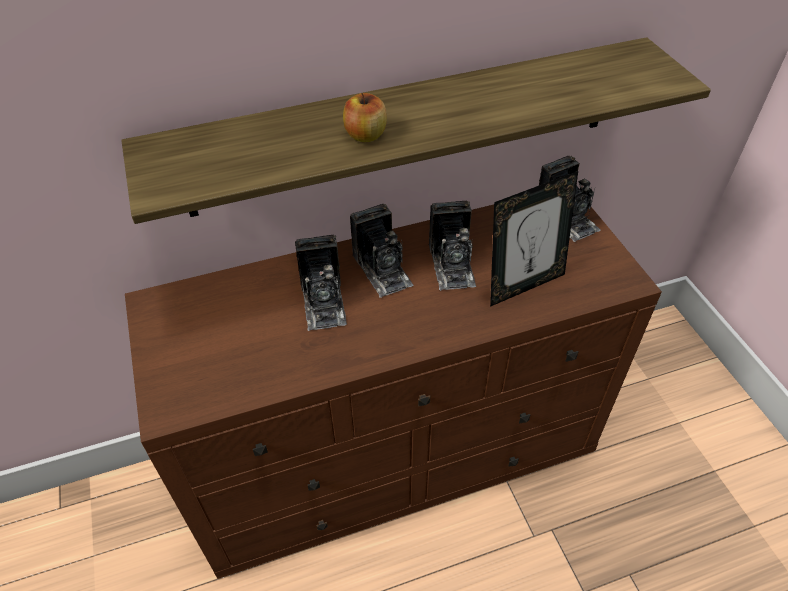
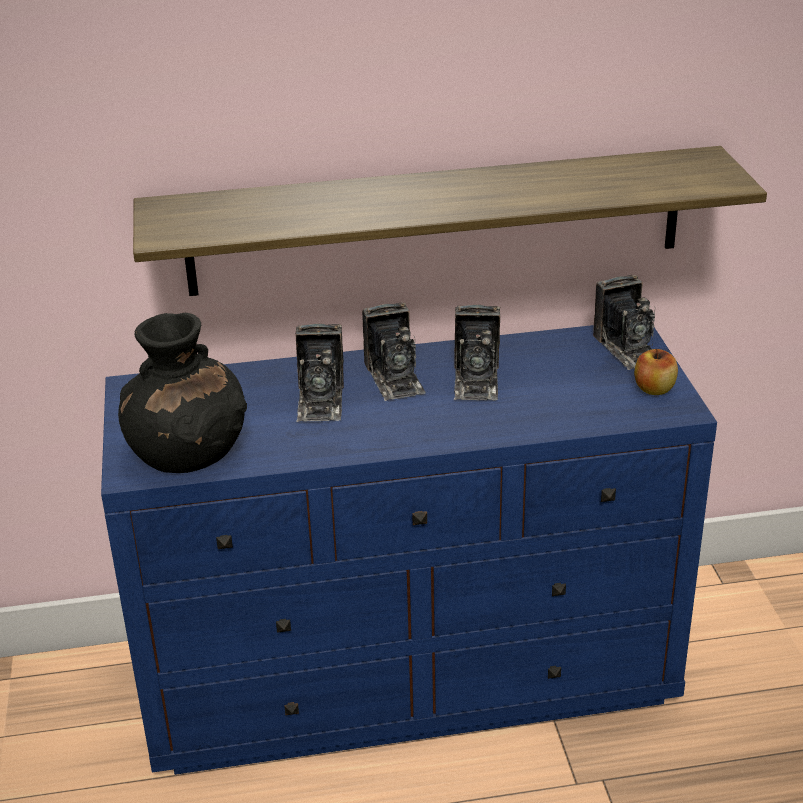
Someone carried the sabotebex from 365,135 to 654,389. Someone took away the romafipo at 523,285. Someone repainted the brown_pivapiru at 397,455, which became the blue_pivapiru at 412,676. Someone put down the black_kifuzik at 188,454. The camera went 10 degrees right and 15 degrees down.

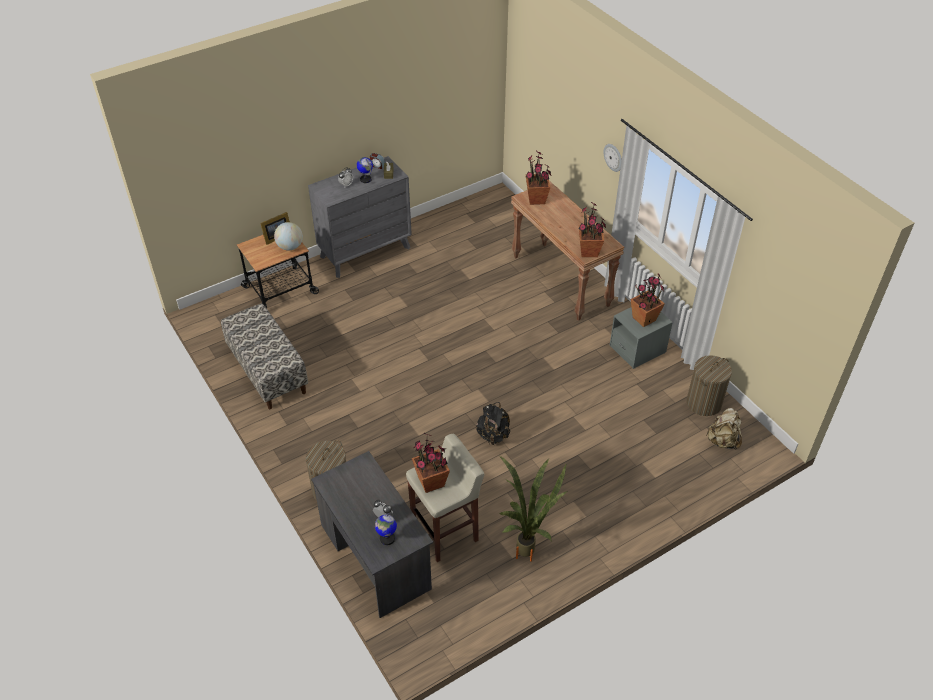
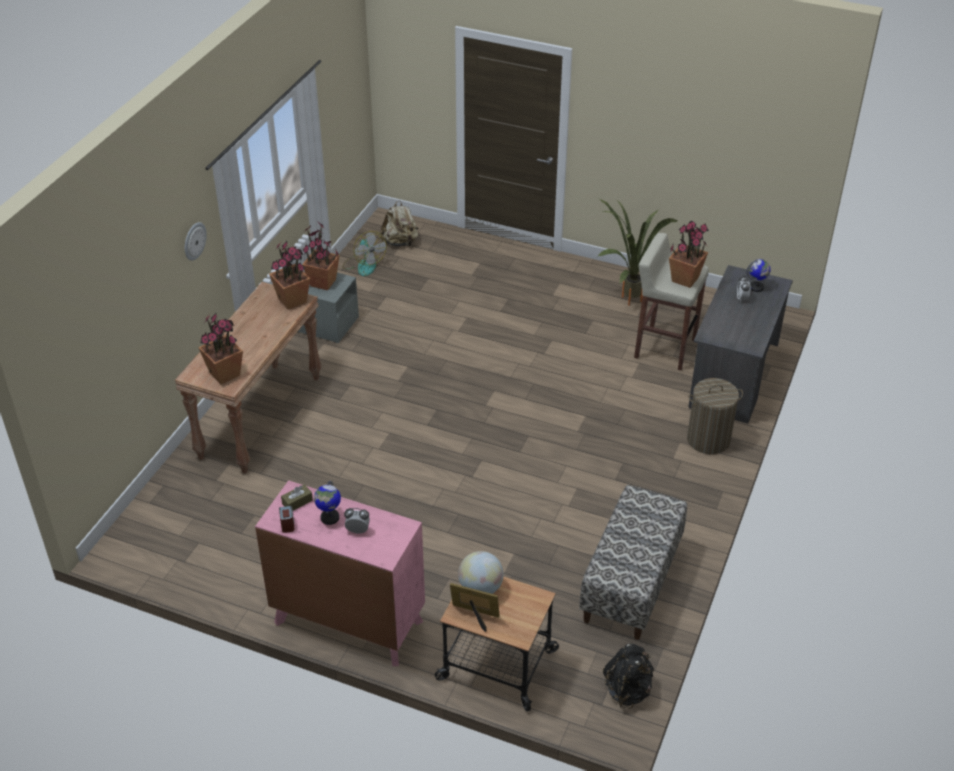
Someone repainted the grey_pivapiru at 365,252, which became the pink_pivapiru at 348,622. Someone swapped the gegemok at 703,403 for the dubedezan at 364,264. Someone carried the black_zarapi from 493,435 to 628,690. The camera went 125 degrees left and 5 degrees down.

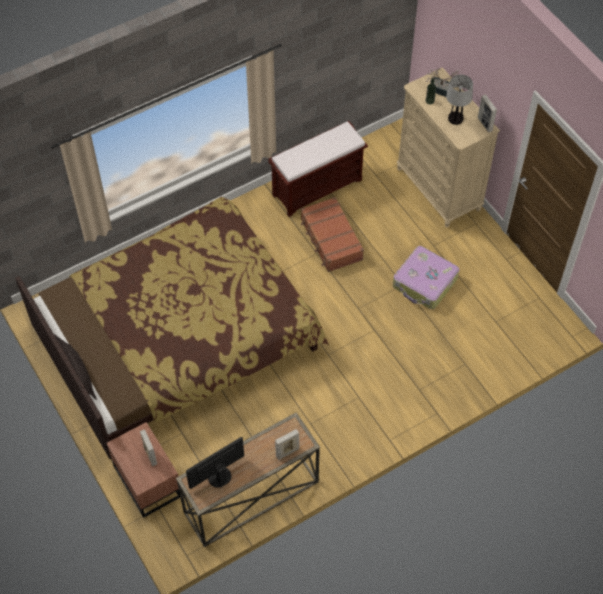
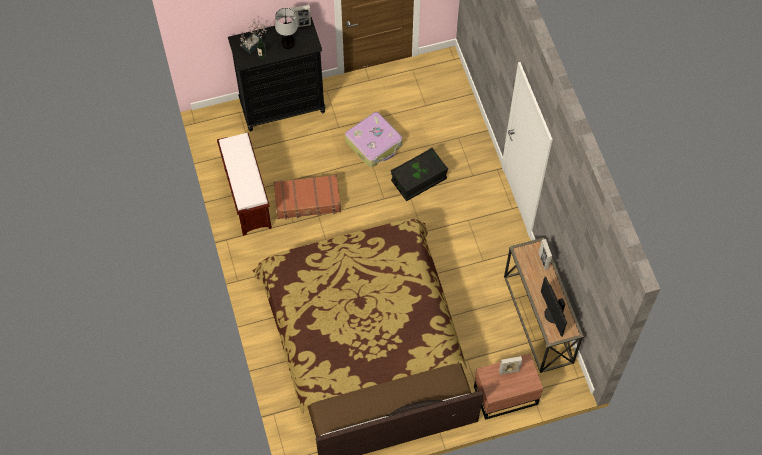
Someone repainted the beige_pivapiru at 438,189, which became the black_pivapiru at 282,107. Someone put down the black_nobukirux at 418,180. The camera went 75 degrees left and 5 degrees up.

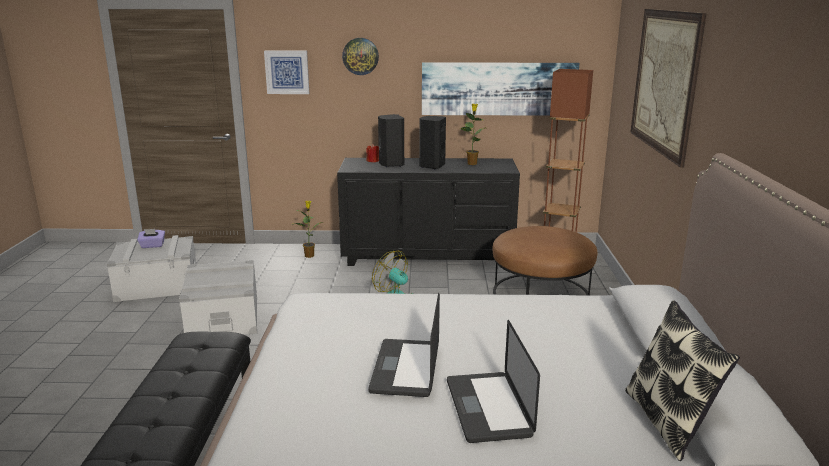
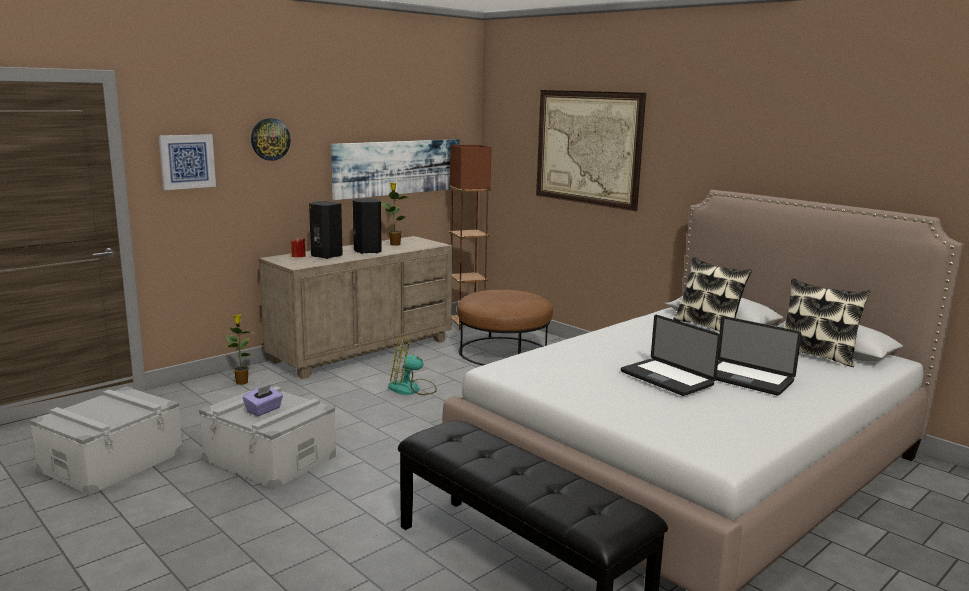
Someone repainted the black_pivapiru at 427,256, which became the beige_pivapiru at 362,351. Someone carried the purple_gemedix from 152,246 to 264,410. Someone put down the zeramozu at 708,326. The camera went 45 degrees left and 5 degrees down.

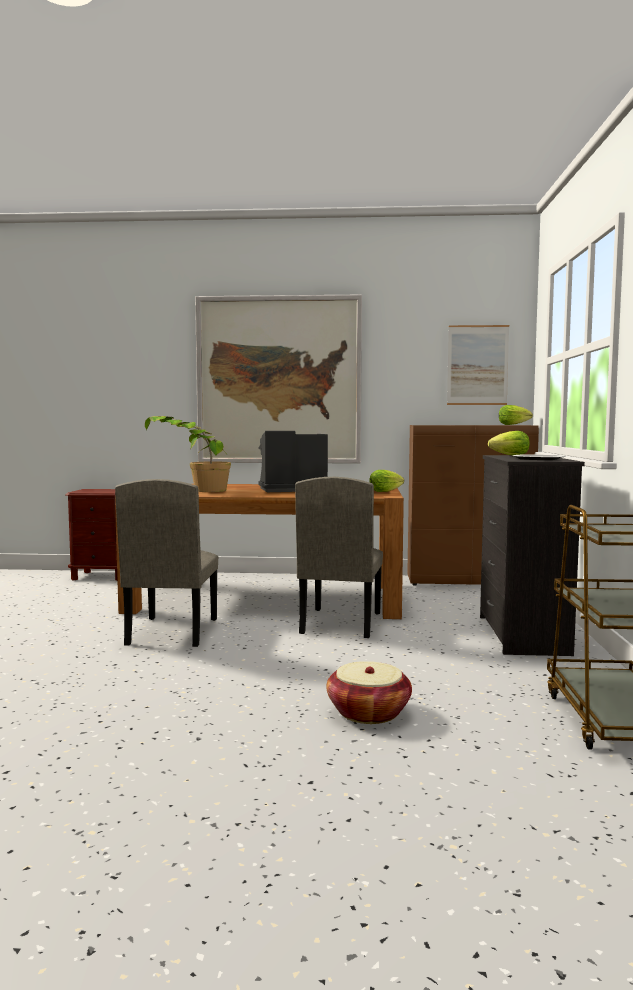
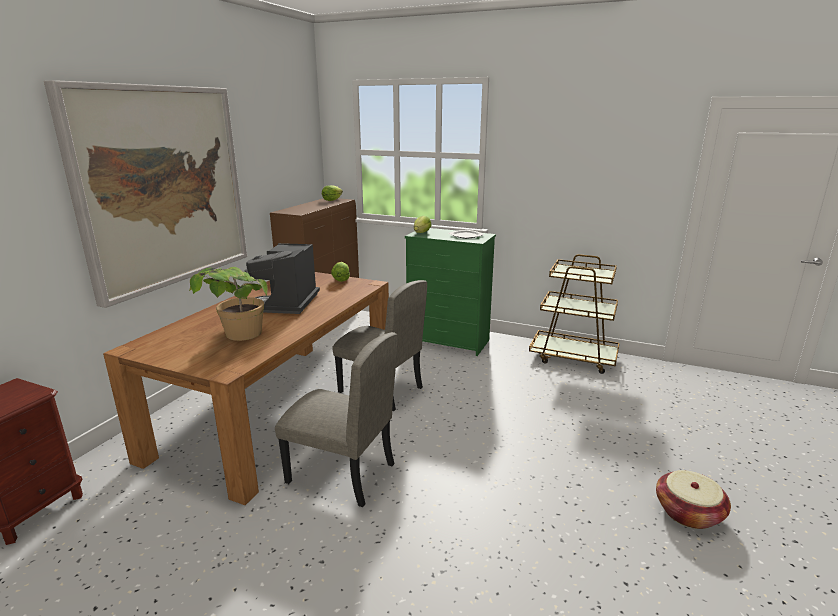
Someone took away the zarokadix at 477,365. Someone repainted the black_pivapiru at 522,635, which became the green_pivapiru at 448,342. Someone carried the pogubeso from 368,712 to 688,513. The camera went 70 degrees left and 15 degrees up.

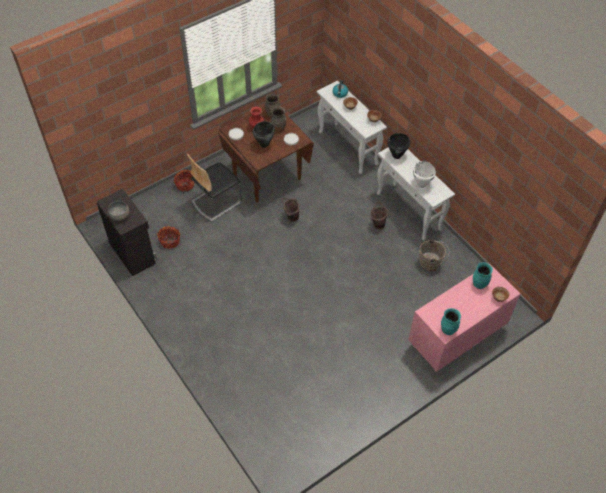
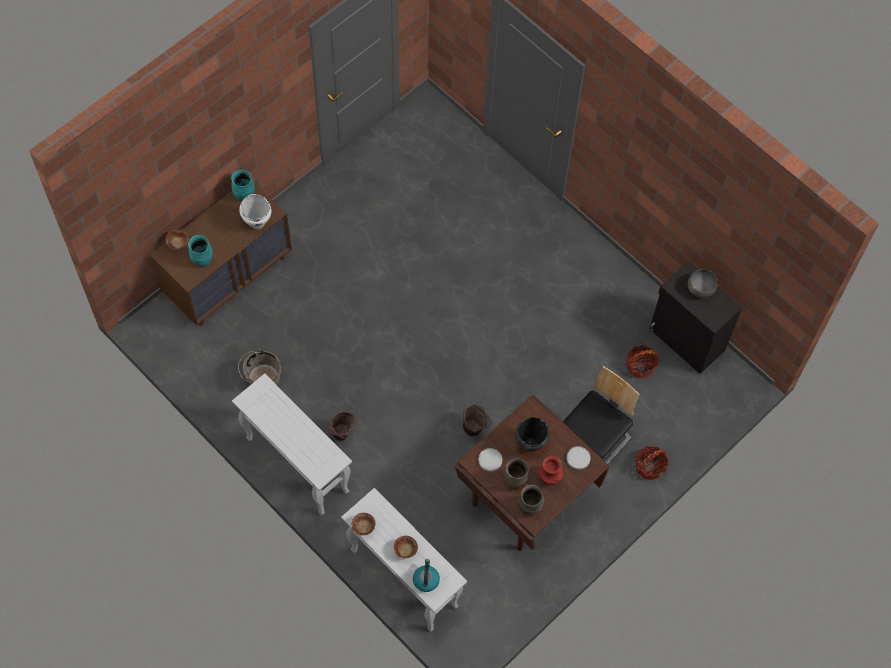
Someone took away the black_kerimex at 397,156. Someone carried the white_kerimex from 421,184 to 257,223. Someone repainted the pink_pivapiru at 456,337, which became the brown_pivapiru at 228,276. The camera went 170 degrees right and 10 degrees up.

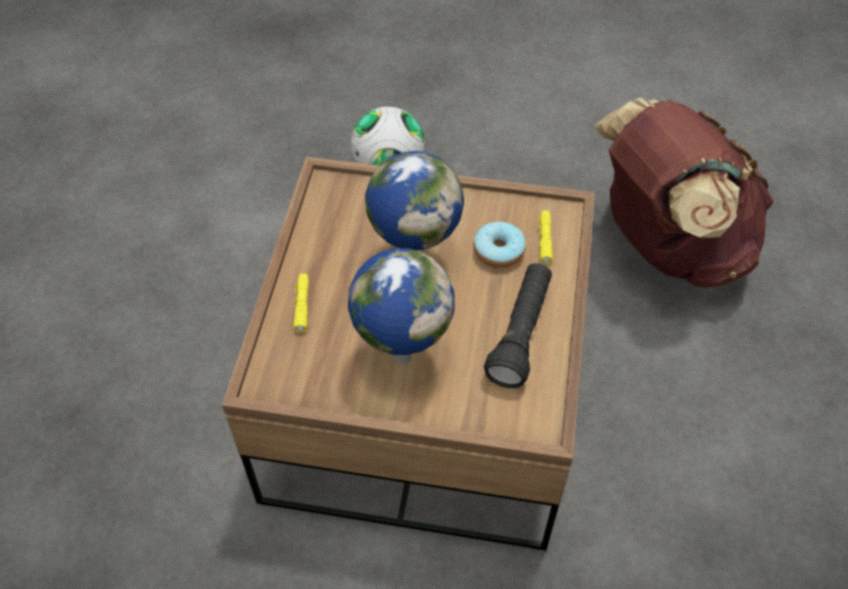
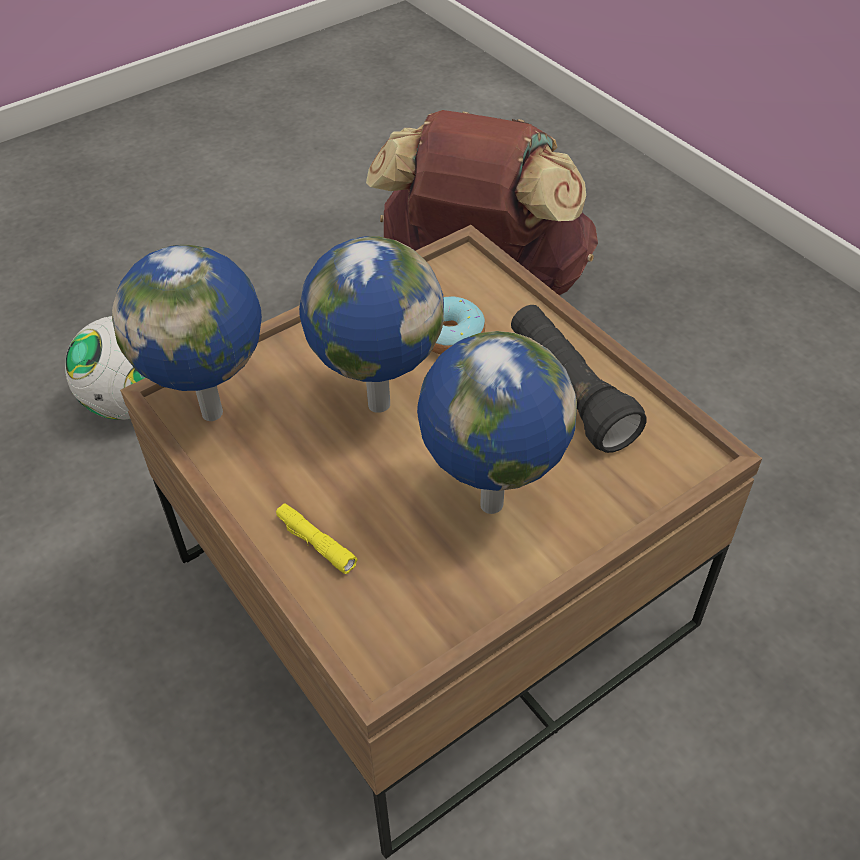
Someone took away the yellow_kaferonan at 544,240. Someone put down the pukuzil at 215,412. The camera went 45 degrees left and 5 degrees down.

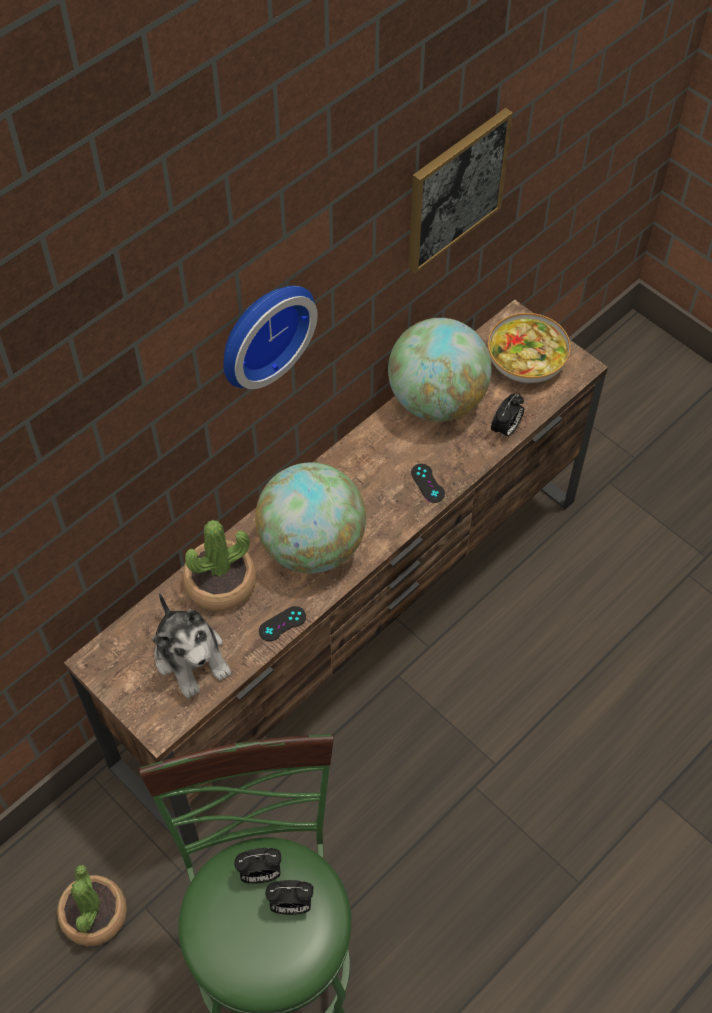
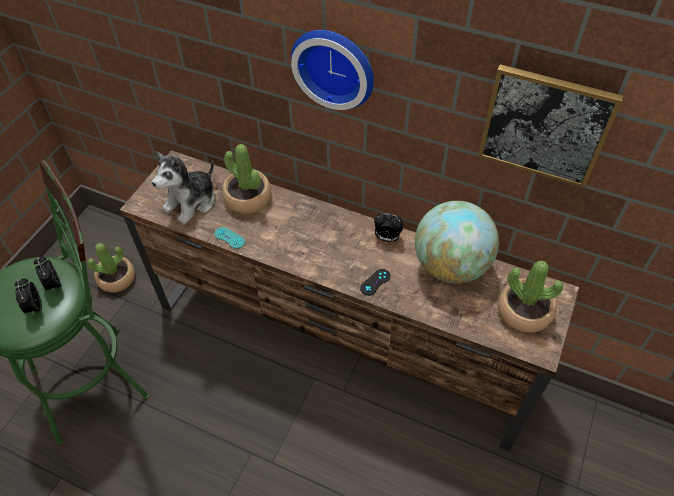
Someone swapped the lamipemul at 526,360 for the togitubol at 524,311. Someone carried the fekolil from 506,429 to 387,238. Someone took away the pukuzil at 312,546. Someone repainted the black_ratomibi at 282,624, which became the turquoise_ratomibi at 229,238. The camera went 70 degrees right and 5 degrees down.

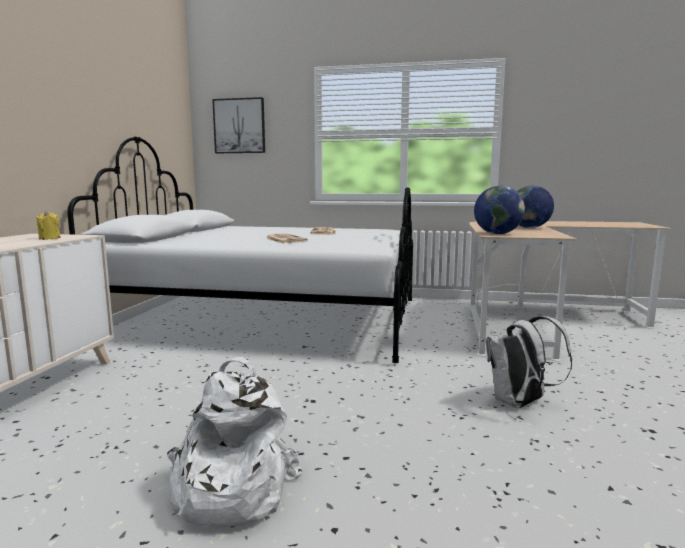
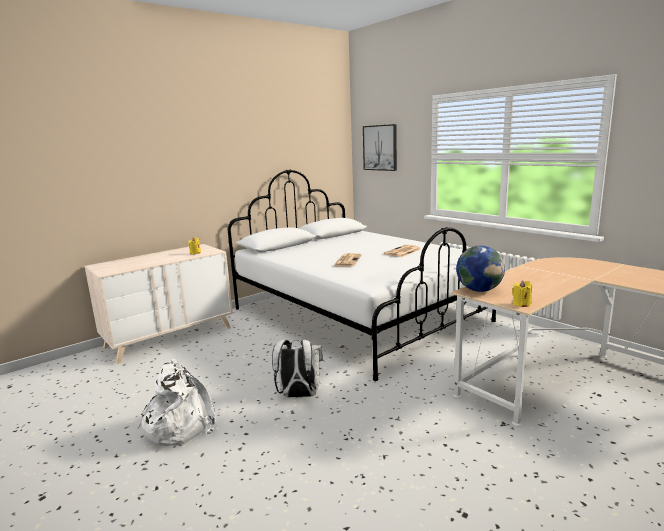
Someone took away the pukuzil at 529,228. Someone carried the white_zarapi from 520,403 to 298,395. Someone put down the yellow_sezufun at 521,304. The camera went 40 degrees right and 5 degrees up.

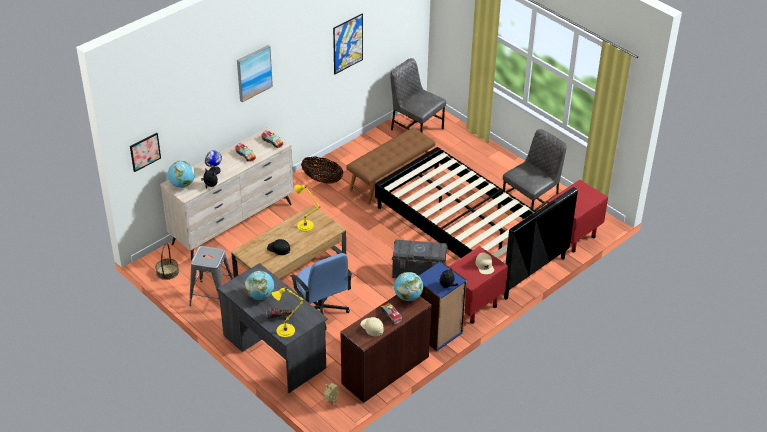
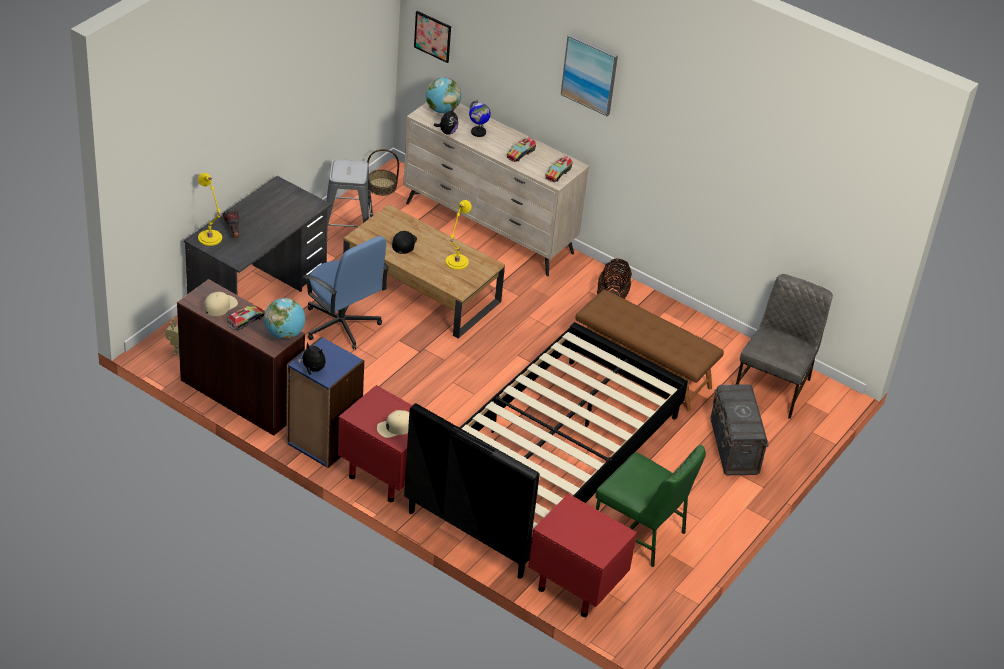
Someone took away the zarokadix at 348,44. Someone repainted the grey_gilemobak at 531,204, which became the green_gilemobak at 640,533. Someone carried the grey_nobukirux from 419,273 to 734,447. Someone rotated the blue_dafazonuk at 320,310 by 90 degrees counterclockwise. Someone took away the pukuzil at 260,295. The camera went 75 degrees right and 0 degrees up.

